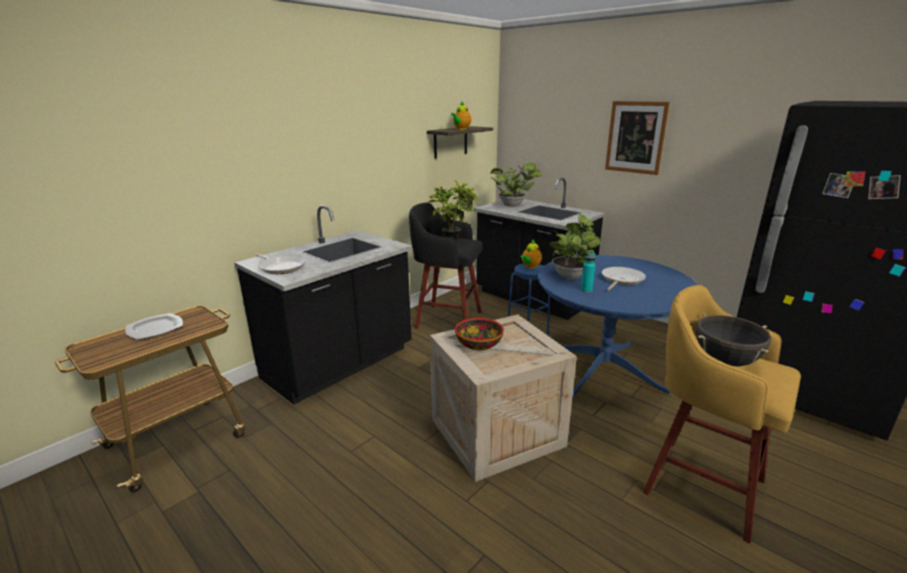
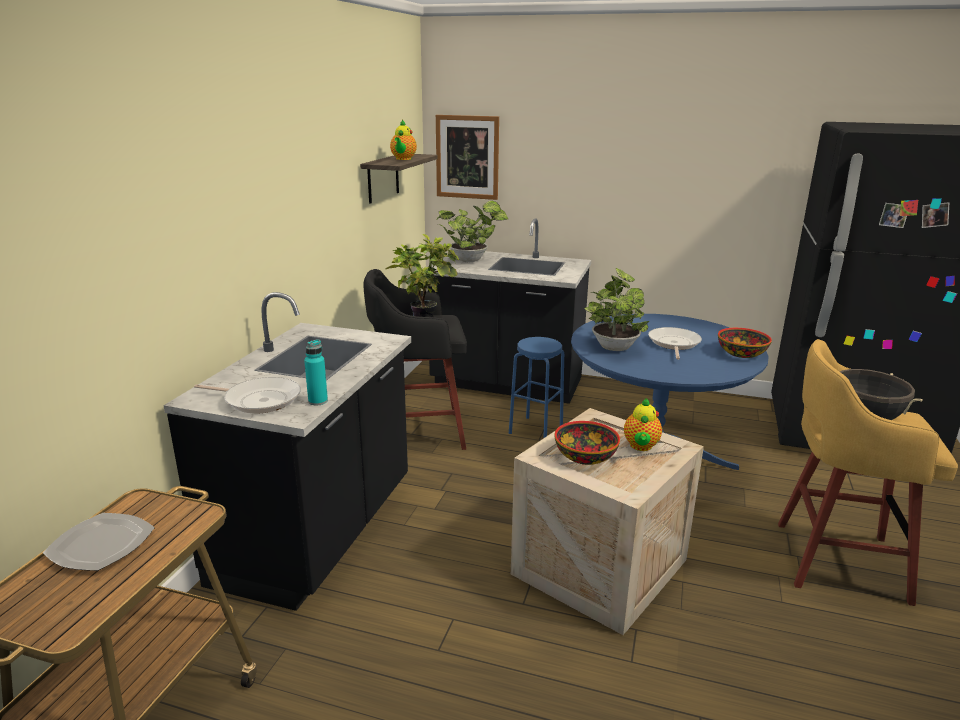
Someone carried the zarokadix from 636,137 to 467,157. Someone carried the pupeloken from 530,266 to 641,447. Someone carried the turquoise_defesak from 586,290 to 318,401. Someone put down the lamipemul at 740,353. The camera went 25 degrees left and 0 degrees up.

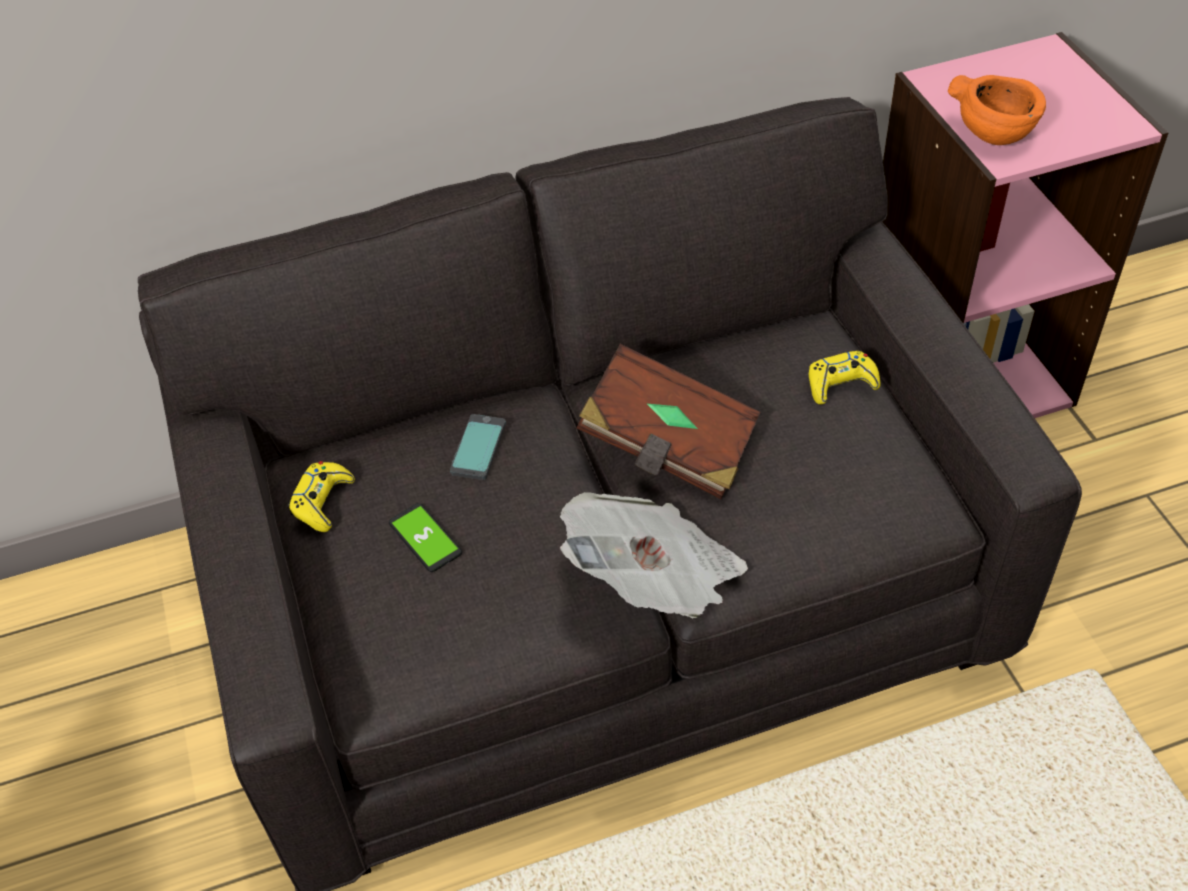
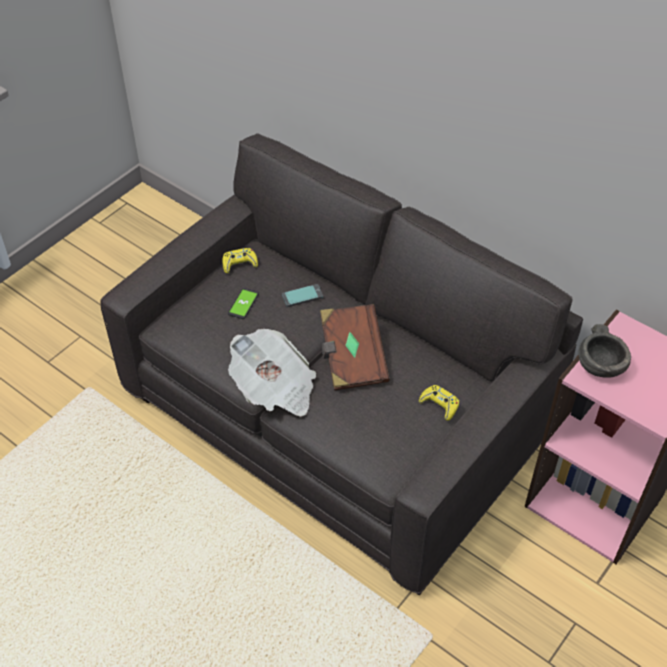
Someone repainted the orange_lamipemul at 995,132, which became the grey_lamipemul at 601,366. The camera went 55 degrees right and 0 degrees up.

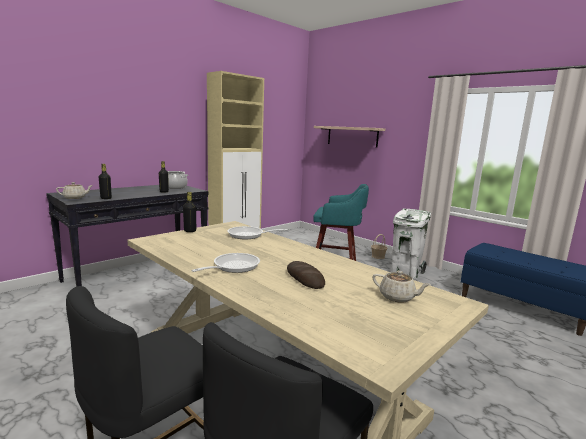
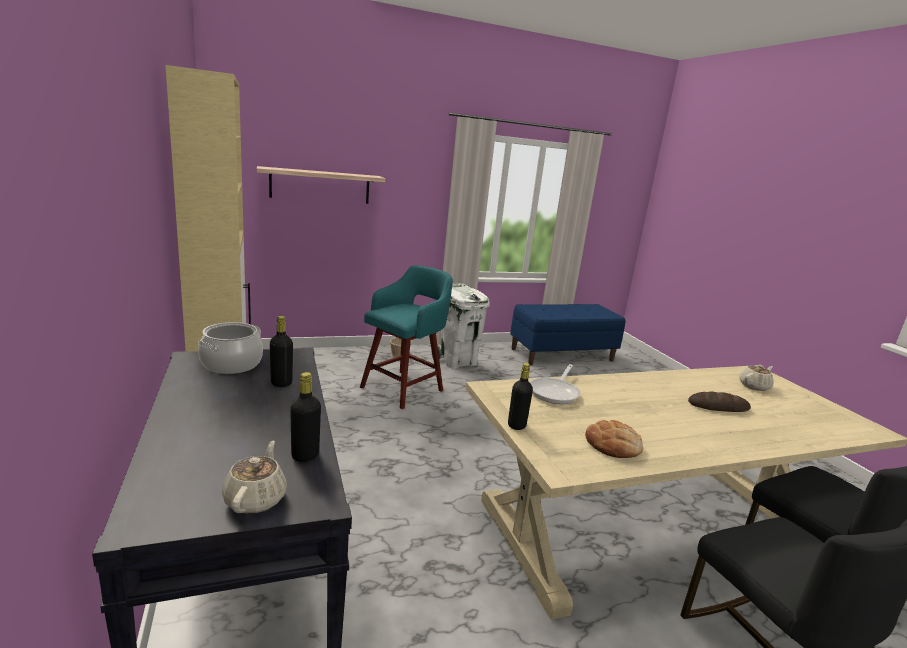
Someone took away the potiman at 233,267. Someone put down the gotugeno at 613,445. The camera went 65 degrees left and 5 degrees up.

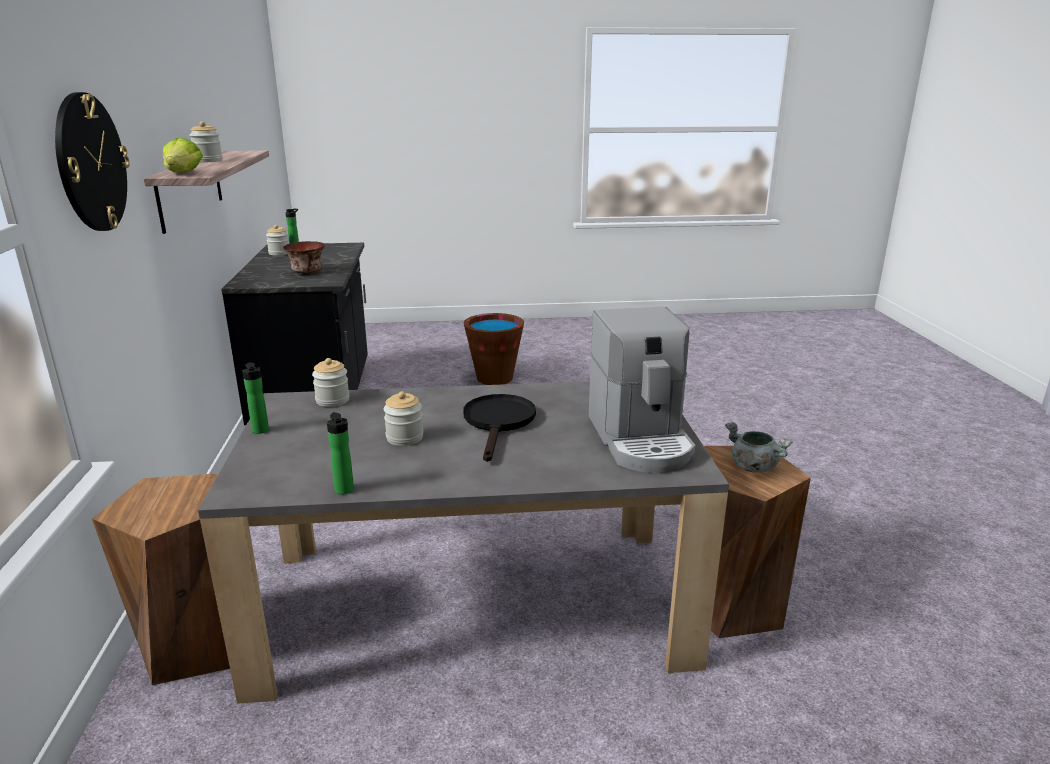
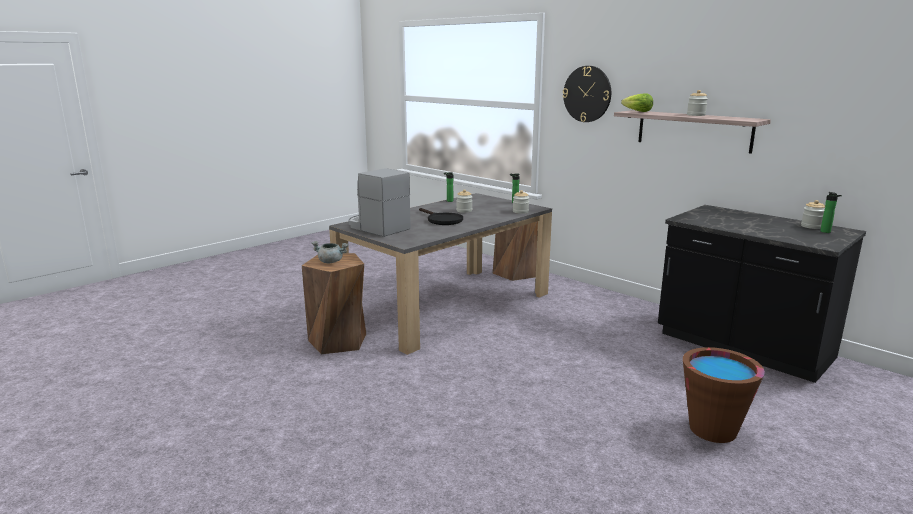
Someone took away the lamipemul at 307,272. The camera went 140 degrees right and 5 degrees down.

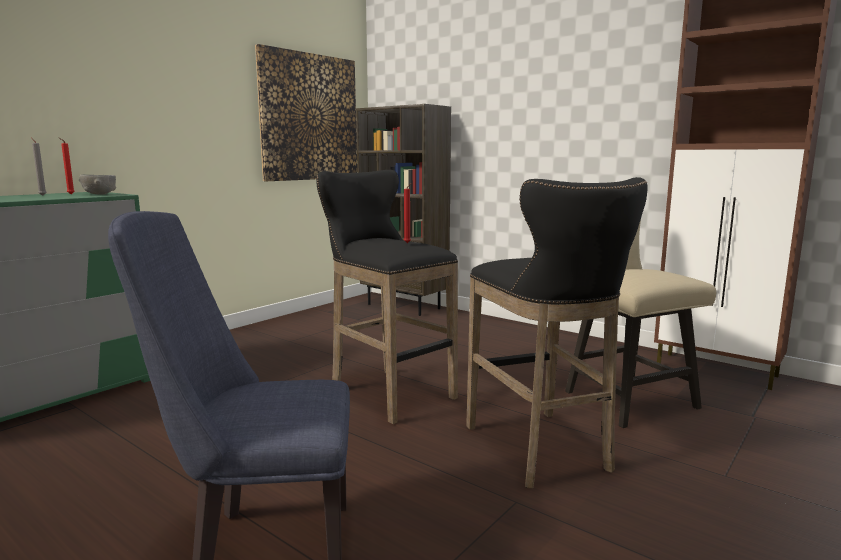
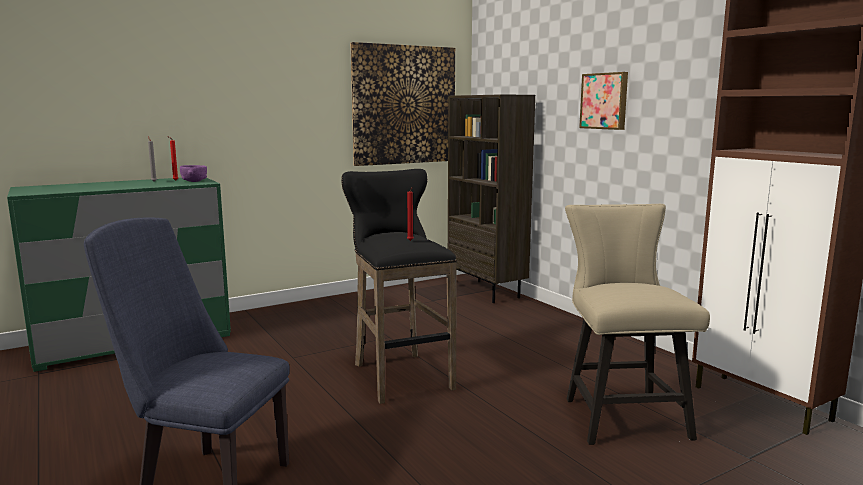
Someone repainted the grey_lamipemul at 99,194, which became the purple_lamipemul at 194,181. Someone took away the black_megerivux at 541,451. Someone put up the zarokadix at 605,101. The camera went 20 degrees right and 0 degrees up.

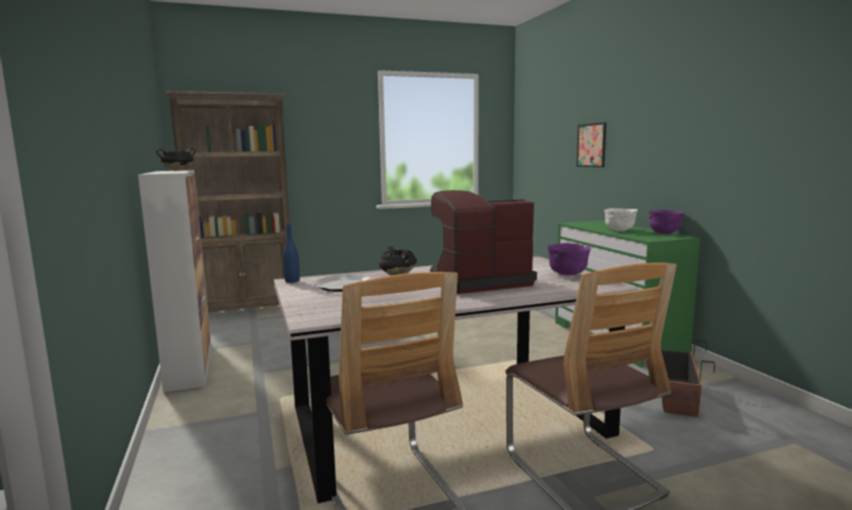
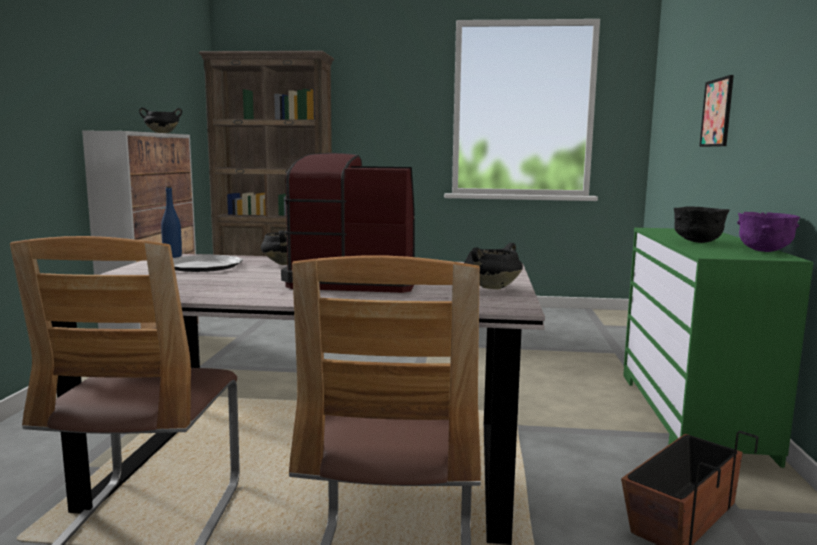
Someone repainted the white_lamipemul at 619,230, which became the black_lamipemul at 698,242. Someone swapped the purple_lamipemul at 567,275 for the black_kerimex at 492,287. The camera went 25 degrees right and 0 degrees up.

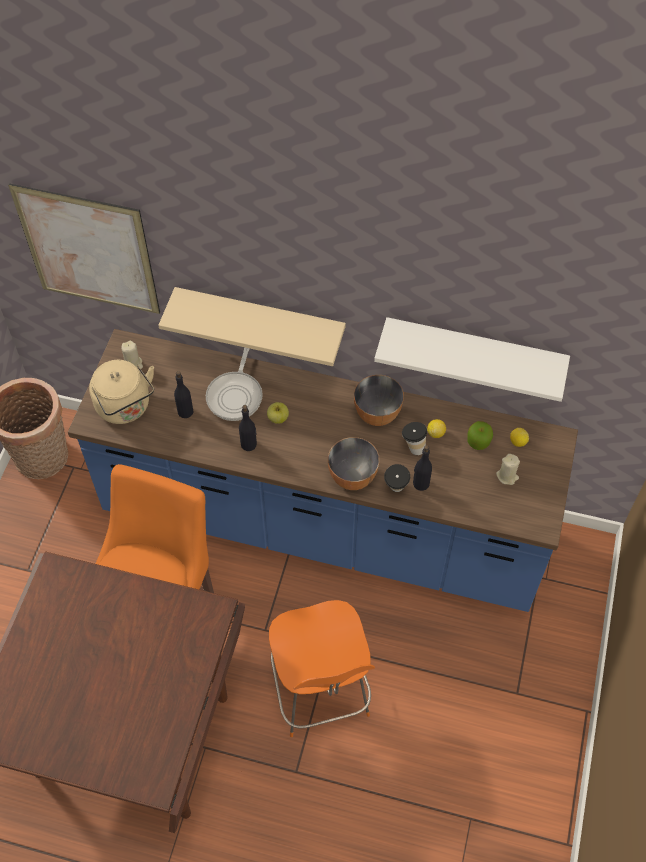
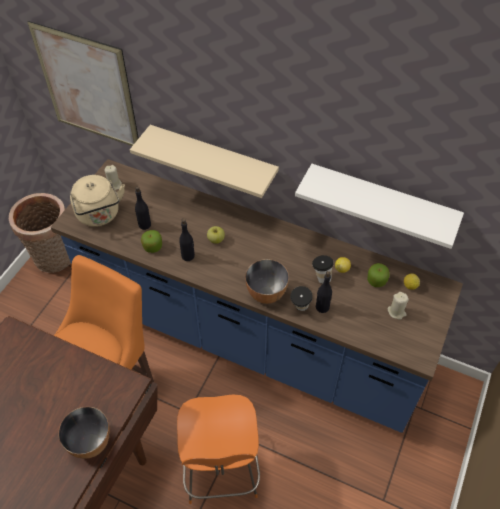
Someone took away the potiman at 236,395. Someone carried the lamipemul from 376,414 to 90,442. Someone put down the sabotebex at 152,247. The camera went 10 degrees right and 5 degrees down.

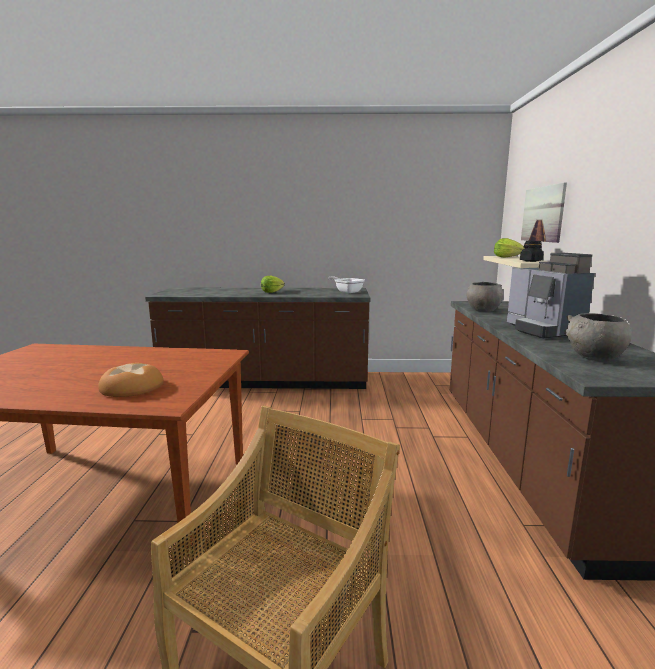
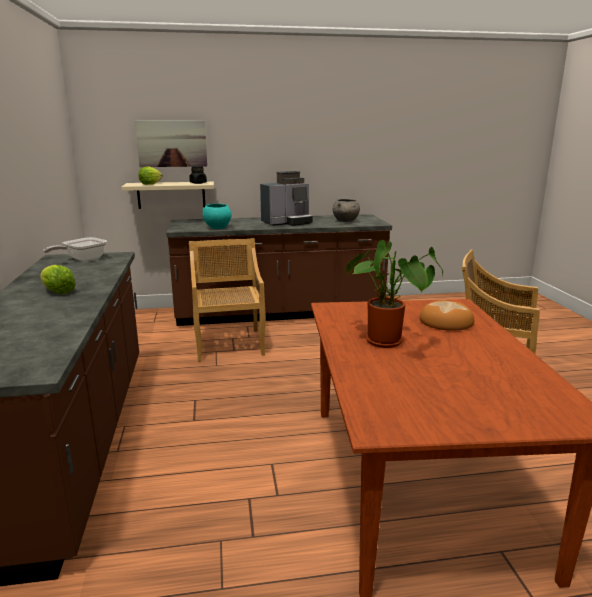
Someone repainted the grey_lamipemul at 483,310, which became the turquoise_lamipemul at 217,227. Someone put down the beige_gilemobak at 229,344. Someone put down the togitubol at 388,342. The camera went 100 degrees left and 5 degrees up.

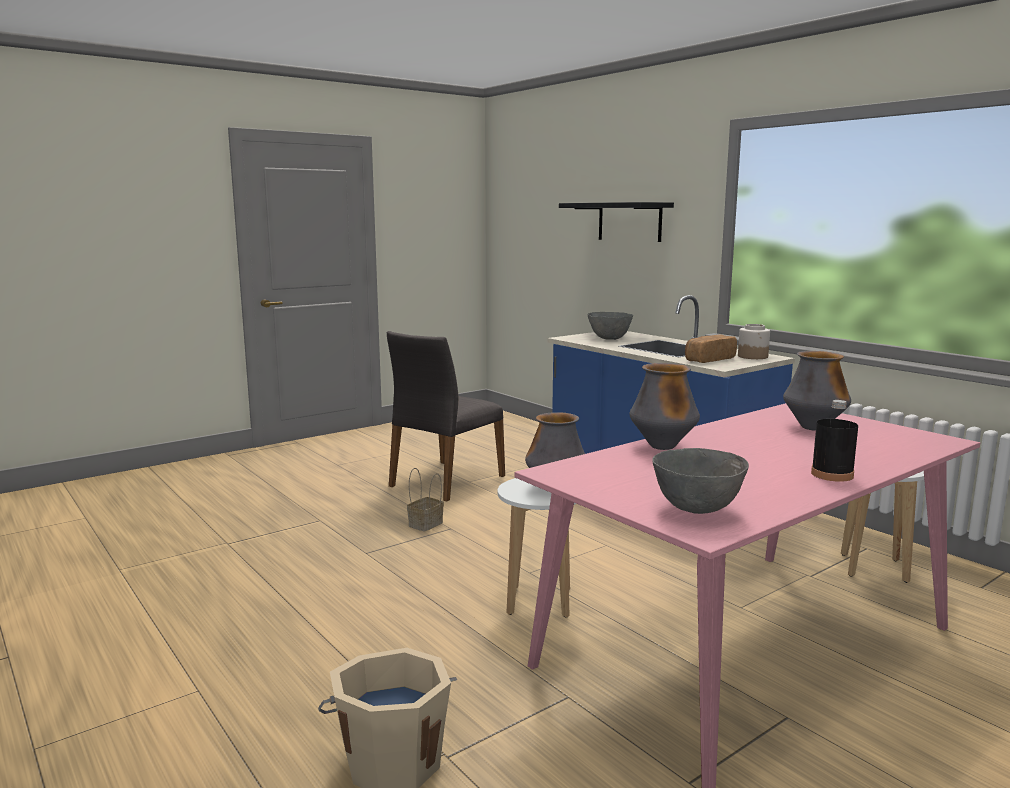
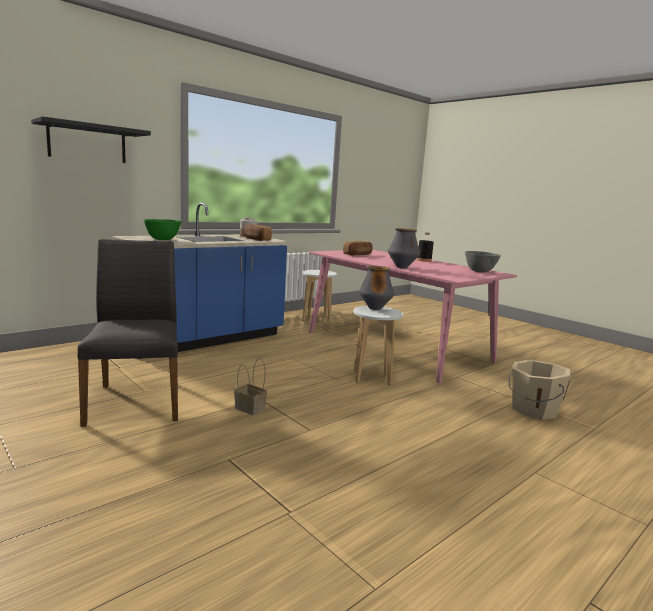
Someone repainted the grey_lamipemul at 609,339, which became the green_lamipemul at 162,240. Someone rotated the grey_gilemobak at 445,481 by 135 degrees counterclockwise. Someone swapped the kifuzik at 813,428 for the gotugeno at 358,254. The camera went 95 degrees left and 0 degrees up.

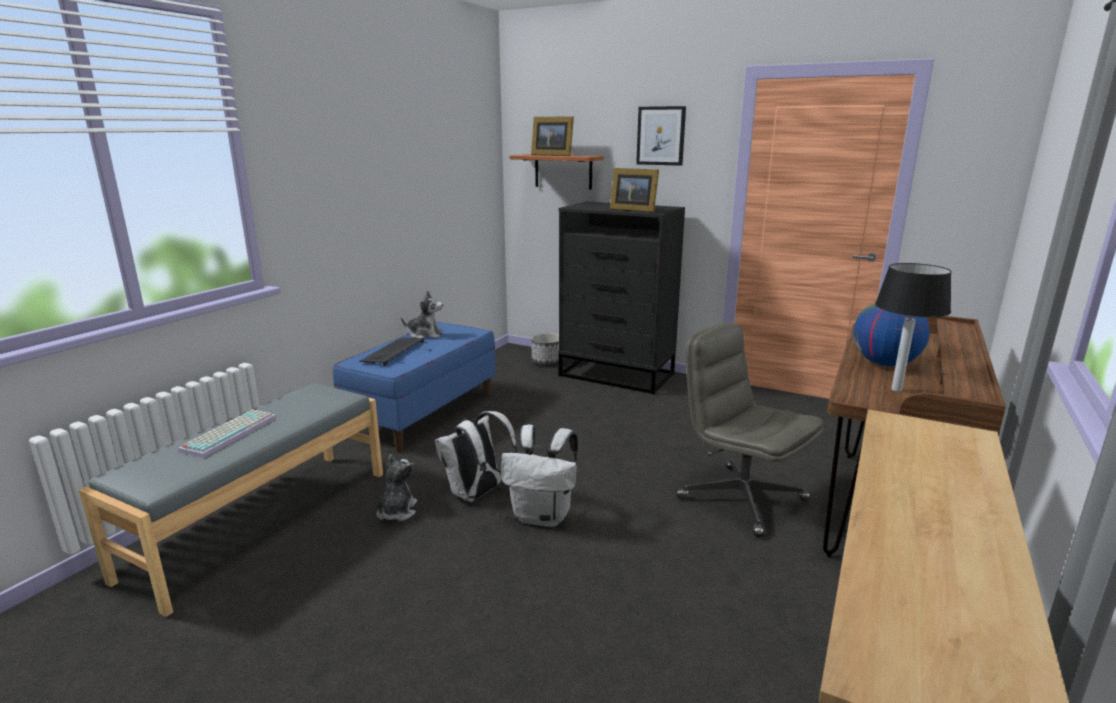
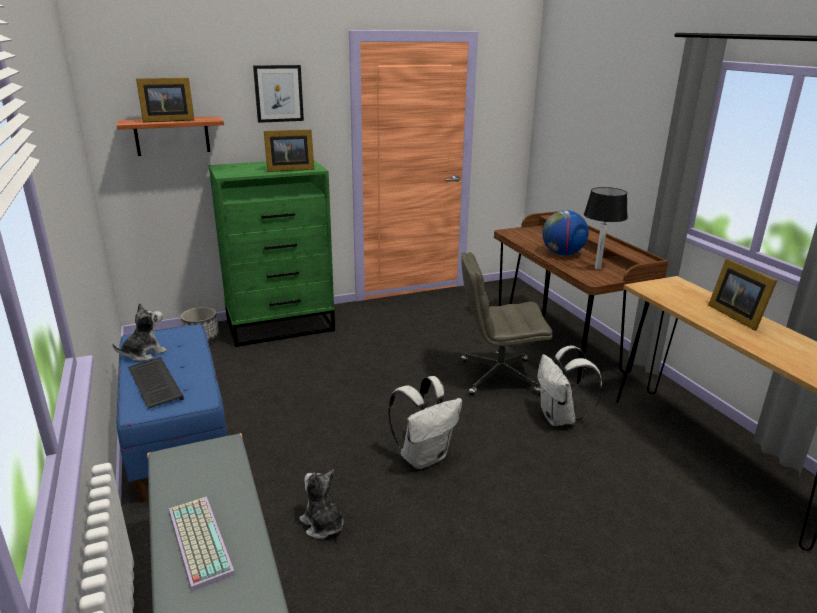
Someone repainted the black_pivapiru at 617,375, which became the green_pivapiru at 281,326. Someone carried the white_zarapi from 477,494 to 560,418. Someone put down the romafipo at 736,315. The camera went 50 degrees left and 5 degrees up.

